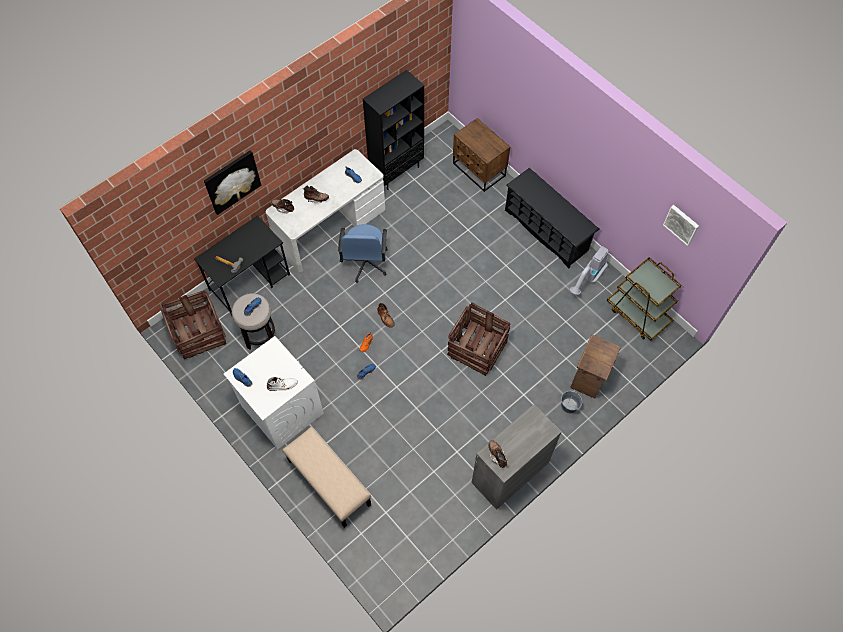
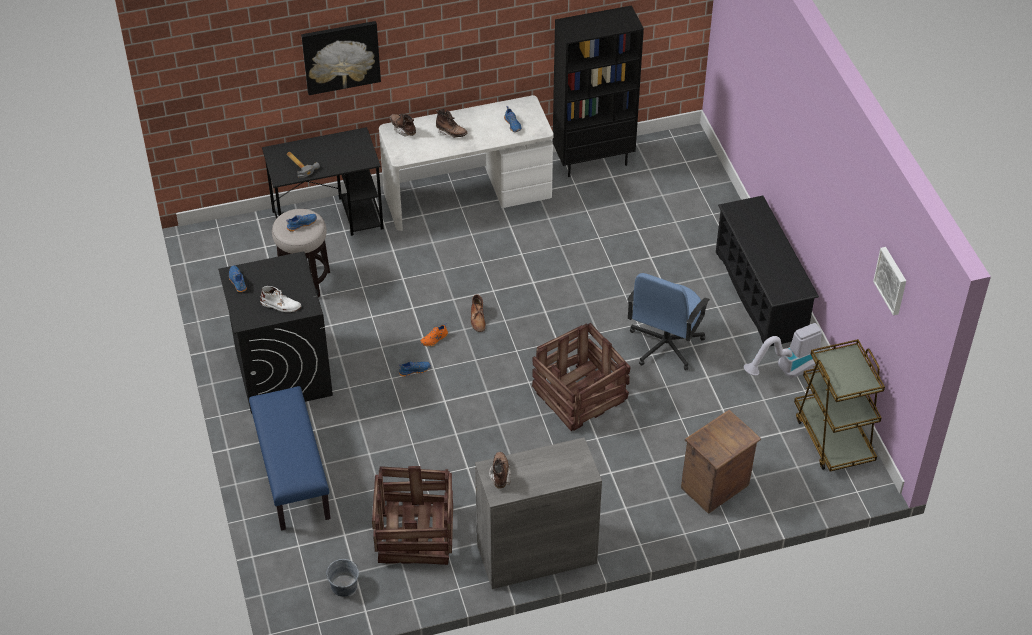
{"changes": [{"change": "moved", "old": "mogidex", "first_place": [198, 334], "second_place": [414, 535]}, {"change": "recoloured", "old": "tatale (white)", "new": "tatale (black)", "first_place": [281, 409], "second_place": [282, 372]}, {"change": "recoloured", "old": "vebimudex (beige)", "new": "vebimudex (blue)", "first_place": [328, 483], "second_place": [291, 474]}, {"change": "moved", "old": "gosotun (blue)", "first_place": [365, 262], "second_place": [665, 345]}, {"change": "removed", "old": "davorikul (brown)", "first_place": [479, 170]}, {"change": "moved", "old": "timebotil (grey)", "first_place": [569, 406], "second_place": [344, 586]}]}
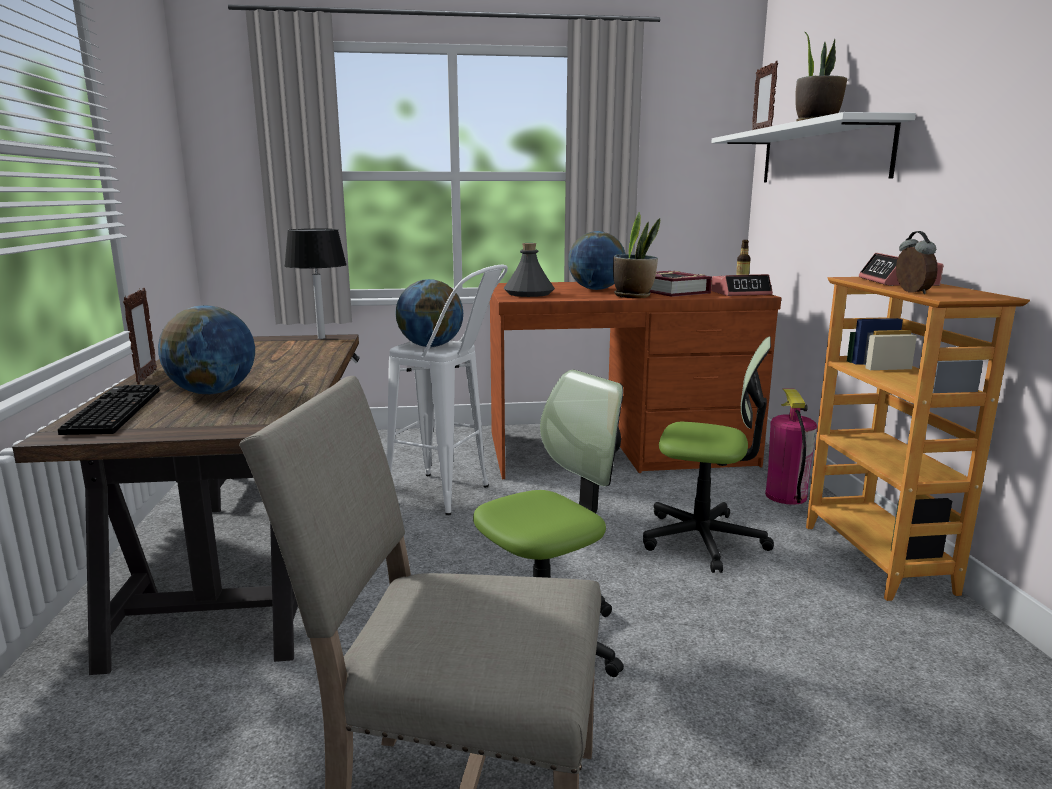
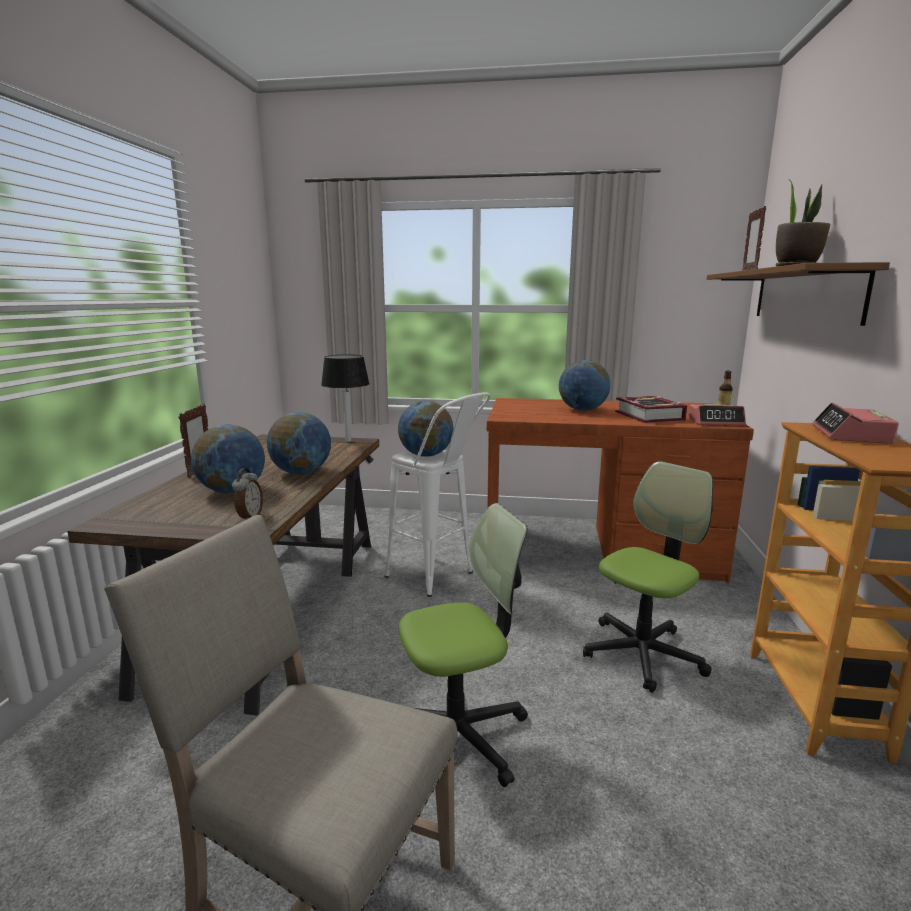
{"changes": [{"change": "removed", "old": "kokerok", "first_place": [112, 411]}, {"change": "removed", "old": "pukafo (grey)", "first_place": [529, 294]}, {"change": "removed", "old": "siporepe", "first_place": [633, 296]}, {"change": "turned", "old": "gosotun", "first_place": [703, 539], "second_place": [642, 653], "degrees": -75}, {"change": "recoloured", "old": "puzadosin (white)", "new": "puzadosin (brown)", "first_place": [821, 154], "second_place": [805, 295]}, {"change": "removed", "old": "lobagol", "first_place": [785, 496]}, {"change": "moved", "old": "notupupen", "first_place": [911, 292], "second_place": [249, 517]}, {"change": "added", "new": "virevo", "second_place": [301, 472]}]}
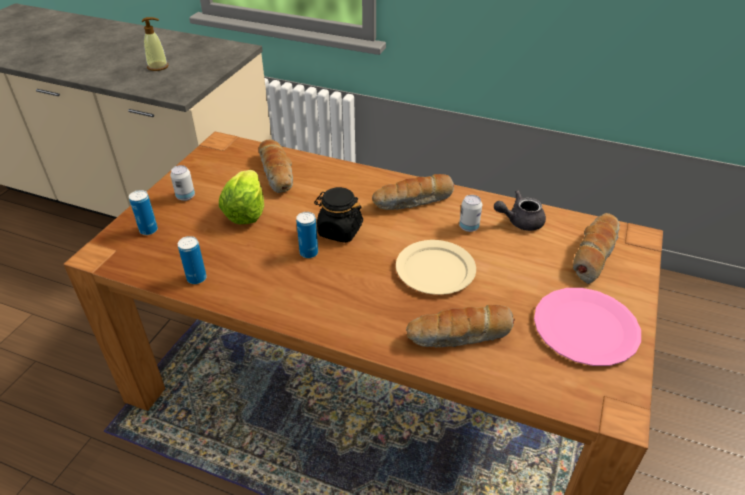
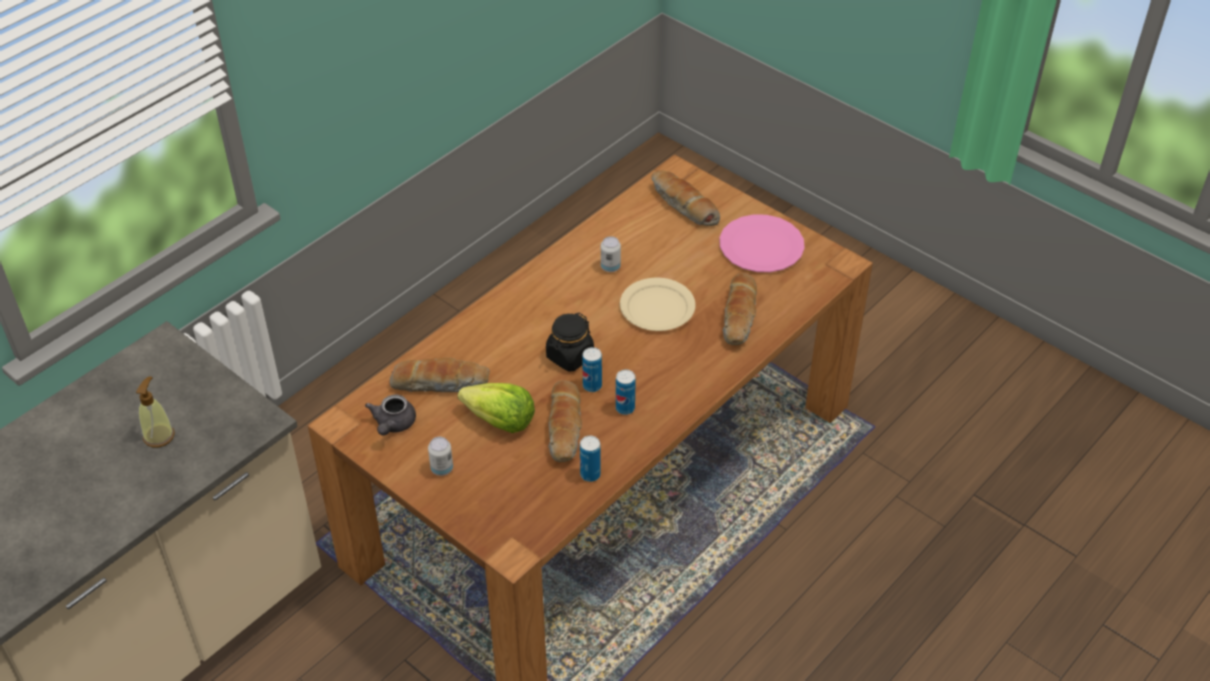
{"changes": [{"change": "moved", "old": "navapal", "first_place": [148, 230], "second_place": [625, 408]}, {"change": "moved", "old": "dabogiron", "first_place": [414, 201], "second_place": [565, 429]}, {"change": "moved", "old": "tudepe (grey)", "first_place": [519, 221], "second_place": [393, 425]}]}
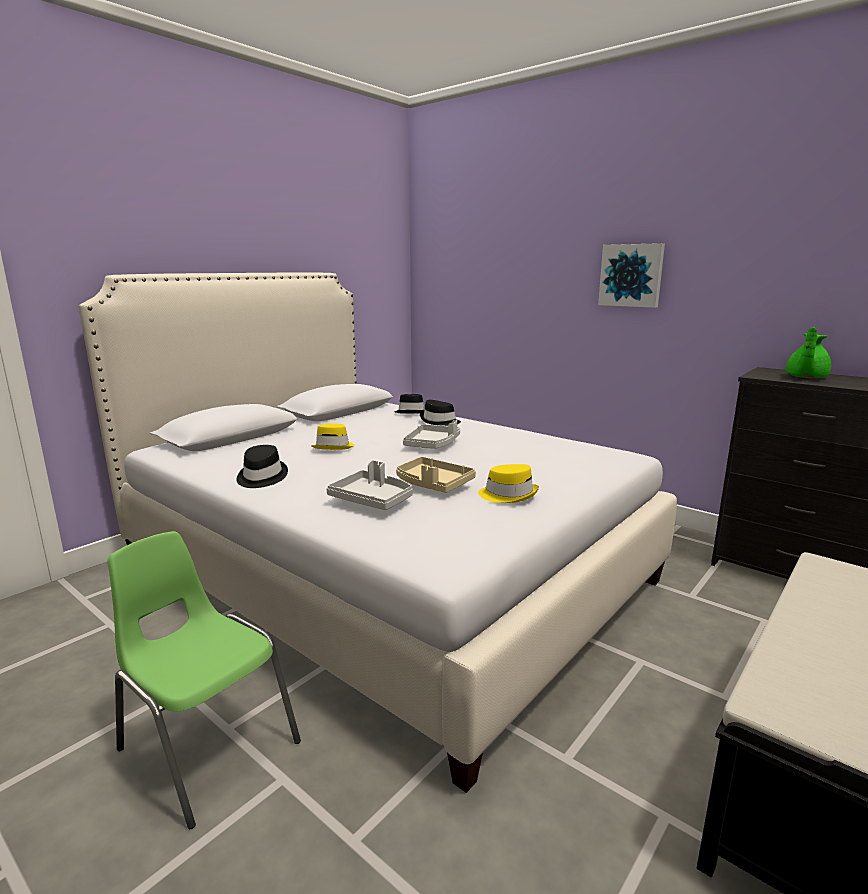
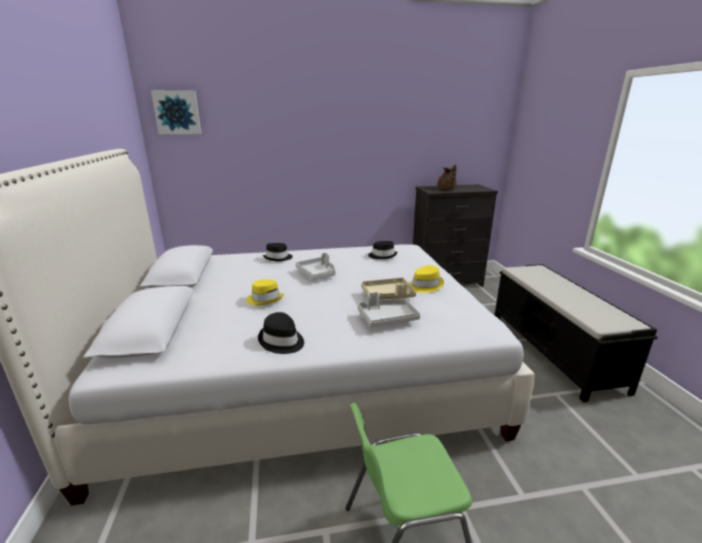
{"changes": [{"change": "moved", "old": "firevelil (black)", "first_place": [411, 412], "second_place": [382, 256]}, {"change": "moved", "old": "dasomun", "first_place": [631, 275], "second_place": [177, 112]}, {"change": "recoloured", "old": "tudepe (green)", "new": "tudepe (brown)", "first_place": [805, 377], "second_place": [446, 189]}]}
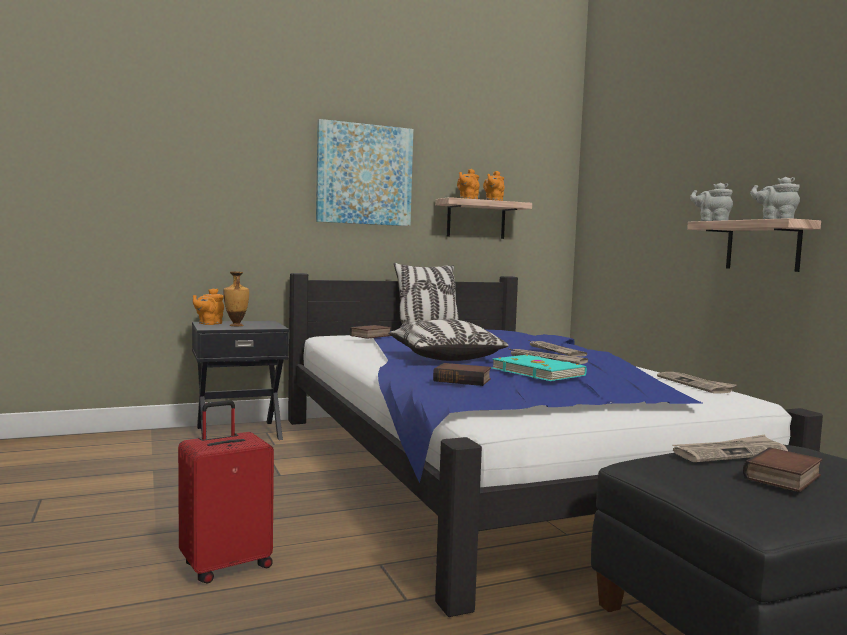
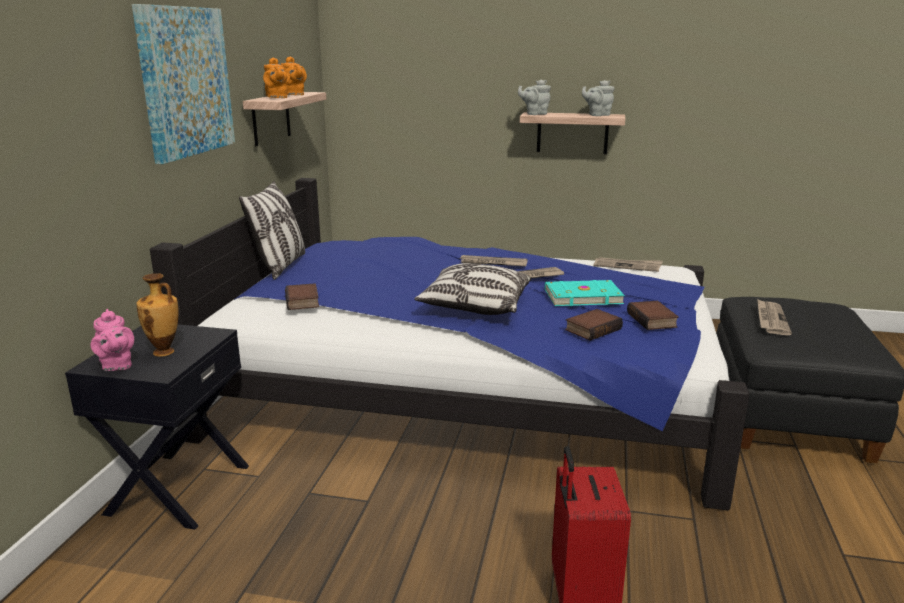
{"changes": [{"change": "recoloured", "old": "tudepe (orange)", "new": "tudepe (pink)", "first_place": [209, 324], "second_place": [116, 365]}, {"change": "moved", "old": "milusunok", "first_place": [784, 478], "second_place": [653, 320]}]}
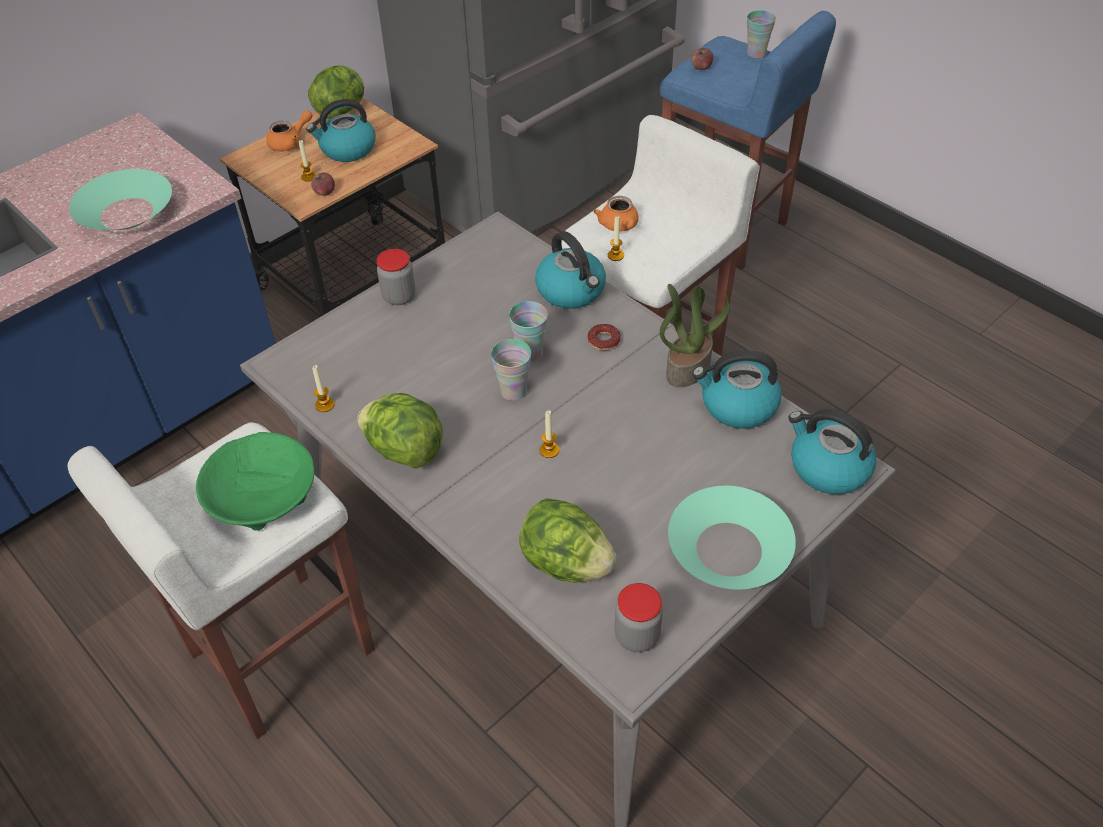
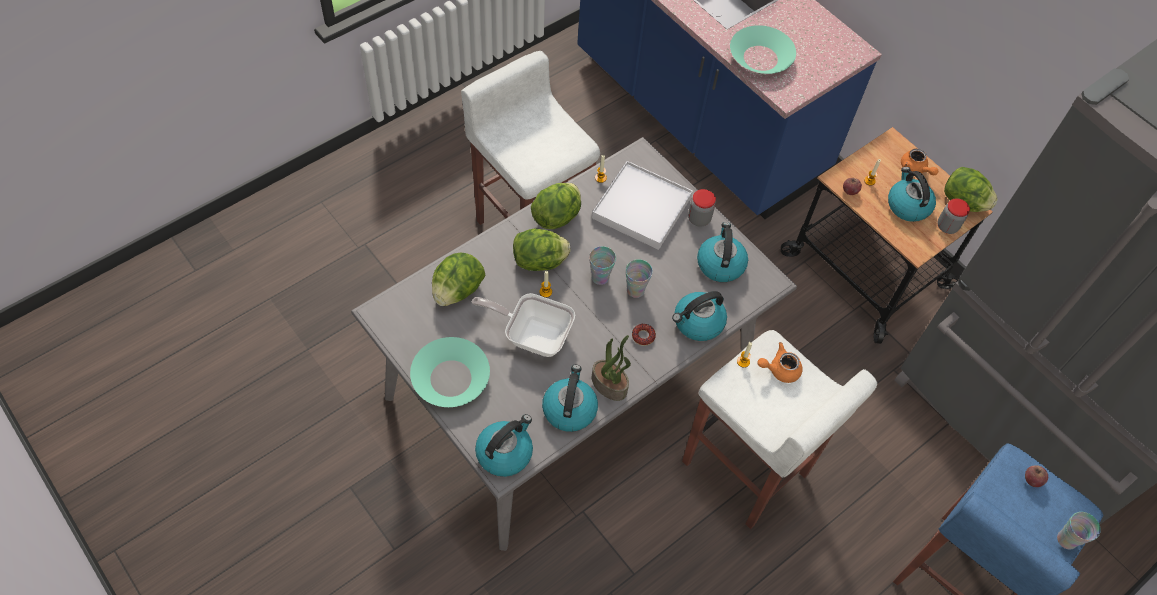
{"changes": [{"change": "removed", "old": "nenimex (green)", "first_place": [261, 496]}, {"change": "moved", "old": "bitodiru", "first_place": [636, 636], "second_place": [947, 226]}, {"change": "added", "new": "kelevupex", "second_place": [532, 335]}, {"change": "added", "new": "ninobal", "second_place": [540, 261]}, {"change": "added", "new": "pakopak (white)", "second_place": [641, 208]}, {"change": "added", "new": "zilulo", "second_place": [720, 264]}]}
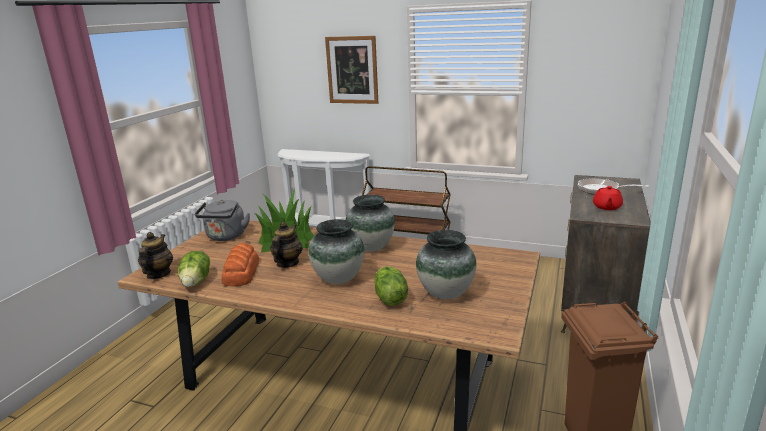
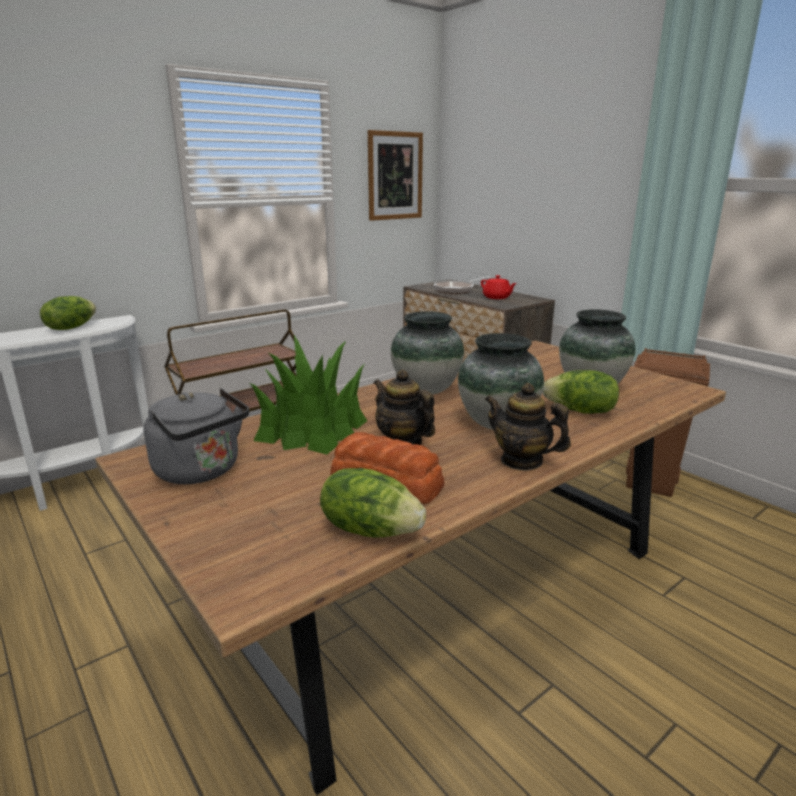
{"changes": [{"change": "moved", "old": "tudepe", "first_place": [158, 274], "second_place": [522, 461]}, {"change": "moved", "old": "dasomun", "first_place": [352, 70], "second_place": [395, 176]}, {"change": "added", "new": "ninobal", "second_place": [71, 328]}]}
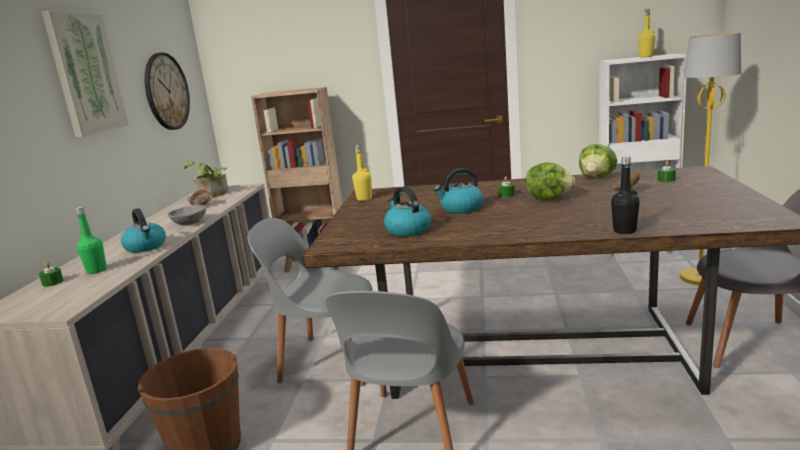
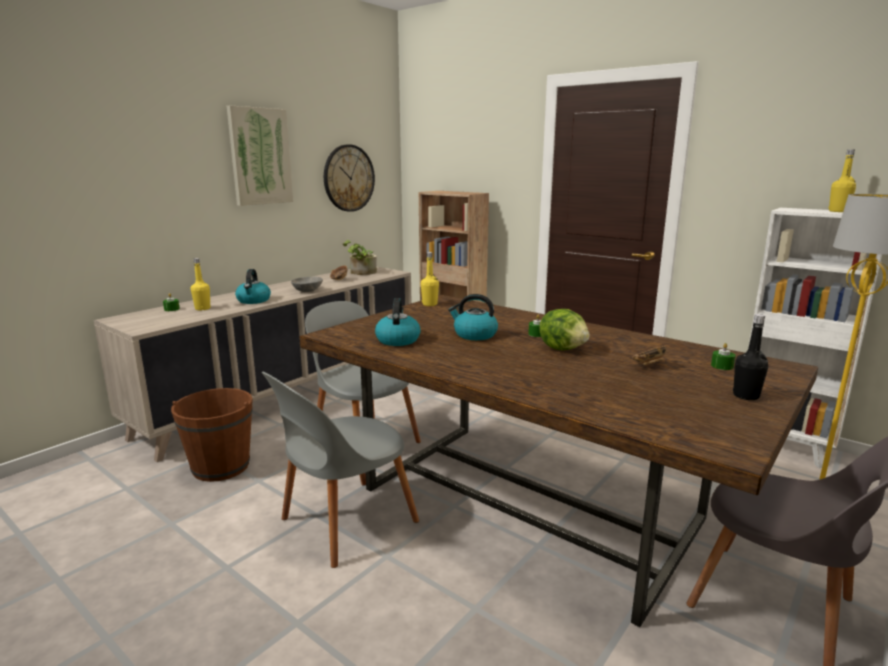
{"changes": [{"change": "recoloured", "old": "pukafo (green)", "new": "pukafo (yellow)", "first_place": [96, 270], "second_place": [202, 308]}, {"change": "removed", "old": "ninobal", "first_place": [597, 177]}, {"change": "moved", "old": "pukafo (black)", "first_place": [624, 231], "second_place": [746, 396]}]}
